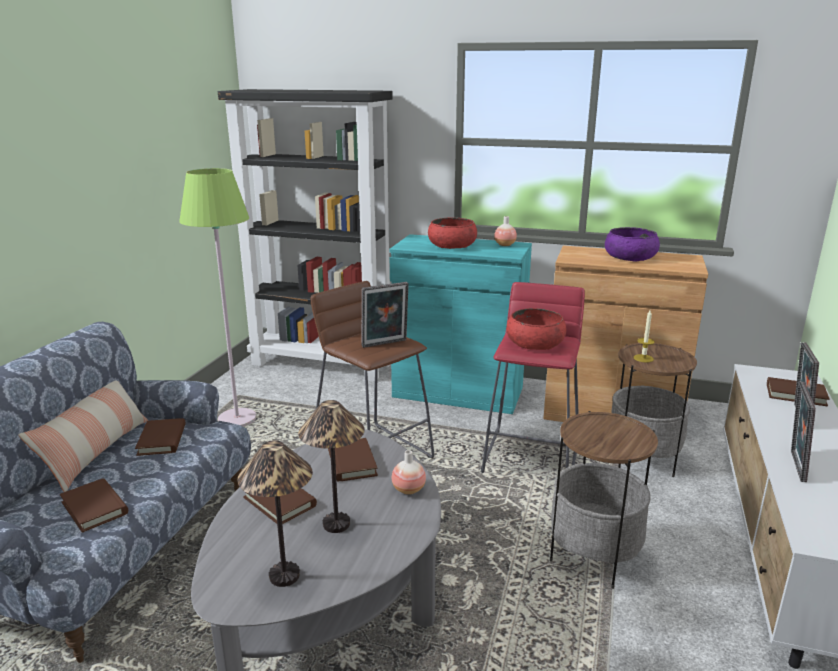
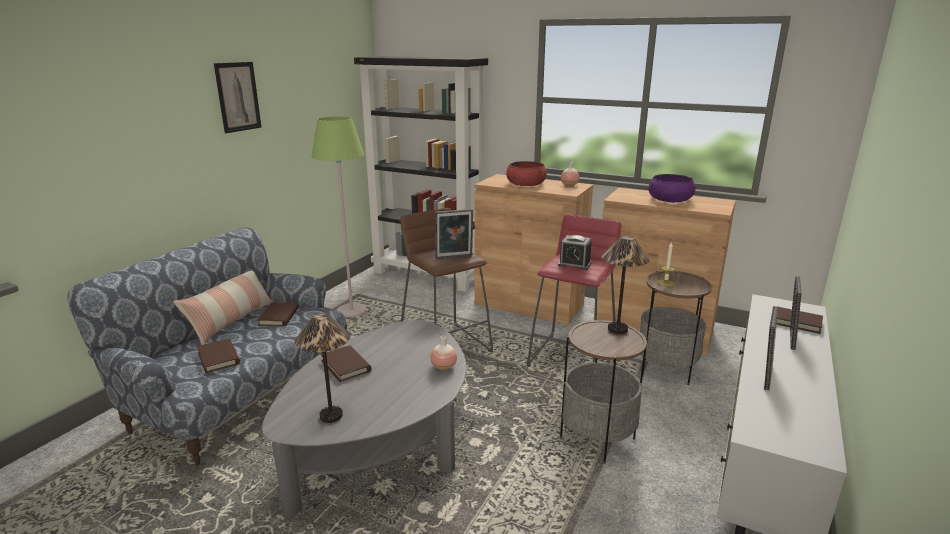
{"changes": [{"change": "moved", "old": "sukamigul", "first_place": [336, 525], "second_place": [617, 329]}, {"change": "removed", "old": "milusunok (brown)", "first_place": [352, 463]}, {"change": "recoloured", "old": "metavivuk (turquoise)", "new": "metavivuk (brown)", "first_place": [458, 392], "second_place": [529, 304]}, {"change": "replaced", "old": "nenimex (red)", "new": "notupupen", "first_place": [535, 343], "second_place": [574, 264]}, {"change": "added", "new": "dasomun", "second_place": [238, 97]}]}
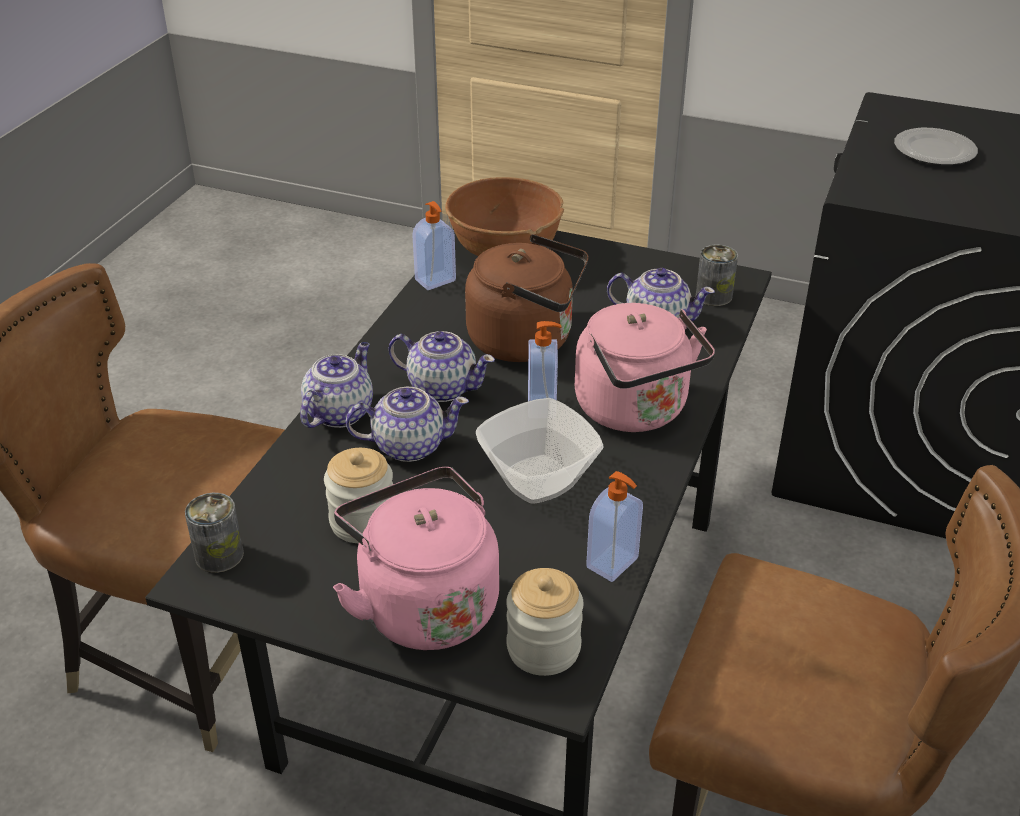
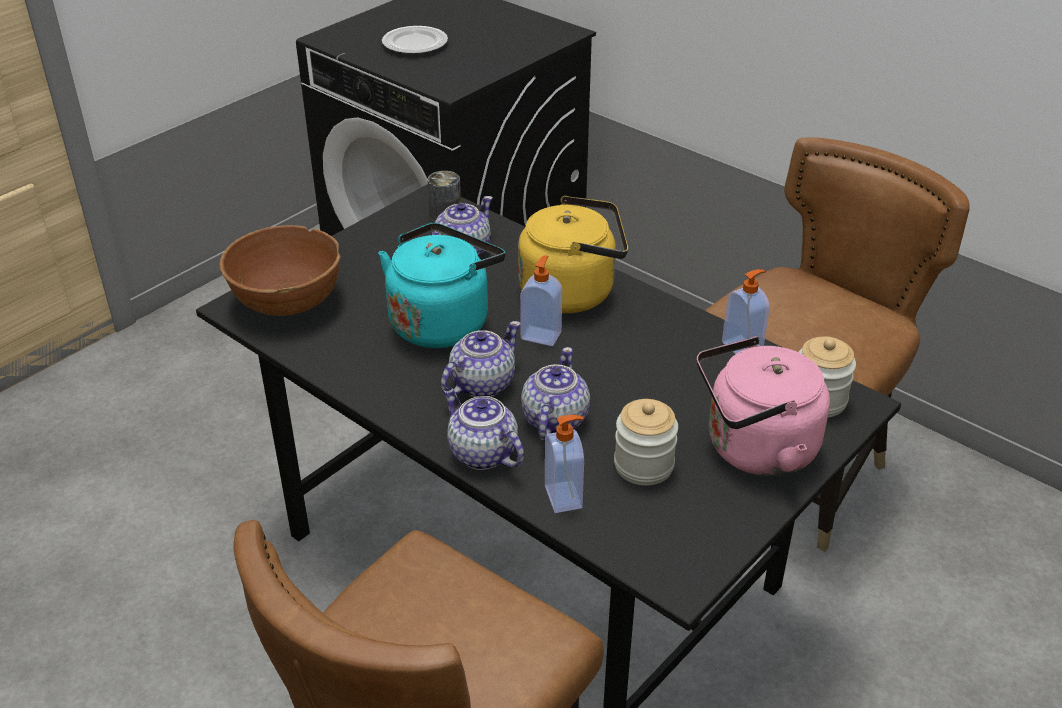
{"changes": [{"change": "removed", "old": "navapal", "first_place": [219, 555]}, {"change": "moved", "old": "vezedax", "first_place": [436, 281], "second_place": [564, 497]}, {"change": "recoloured", "old": "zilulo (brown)", "new": "zilulo (turquoise)", "first_place": [527, 340], "second_place": [442, 322]}, {"change": "removed", "old": "nenimex", "first_place": [538, 478]}, {"change": "recoloured", "old": "zilulo (pink)", "new": "zilulo (yellow)", "first_place": [636, 411], "second_place": [573, 292]}]}
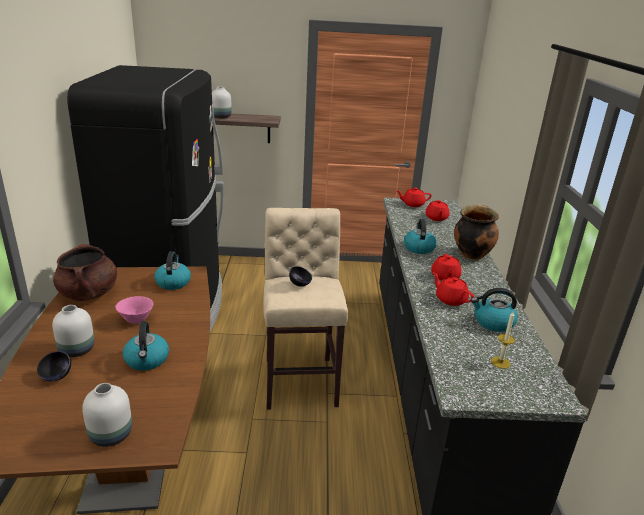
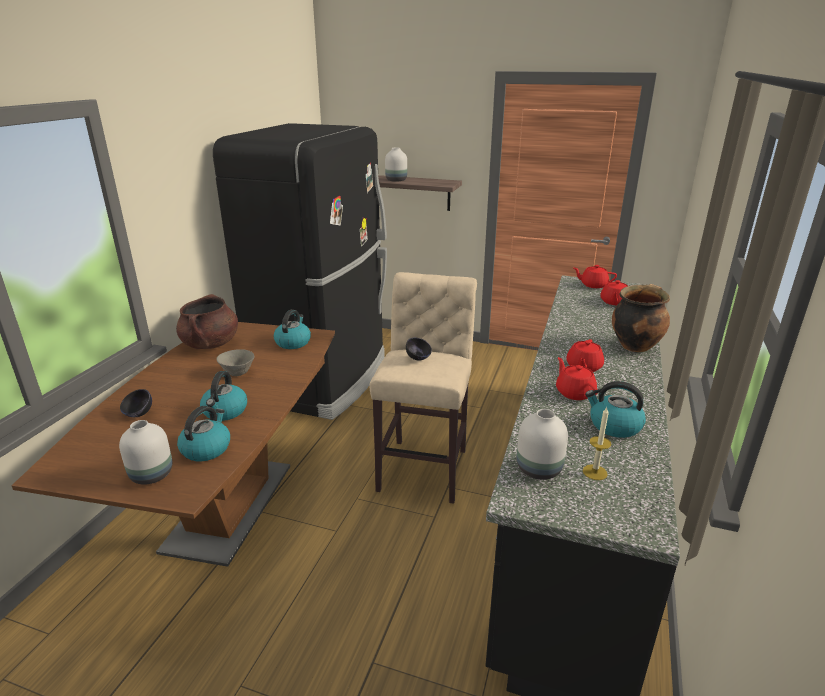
{"changes": [{"change": "moved", "old": "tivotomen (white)", "first_place": [76, 349], "second_place": [537, 468]}, {"change": "recoloured", "old": "nenimex (pink)", "new": "nenimex (grey)", "first_place": [136, 320], "second_place": [238, 373]}, {"change": "moved", "old": "zilulo", "first_place": [418, 248], "second_place": [206, 448]}]}
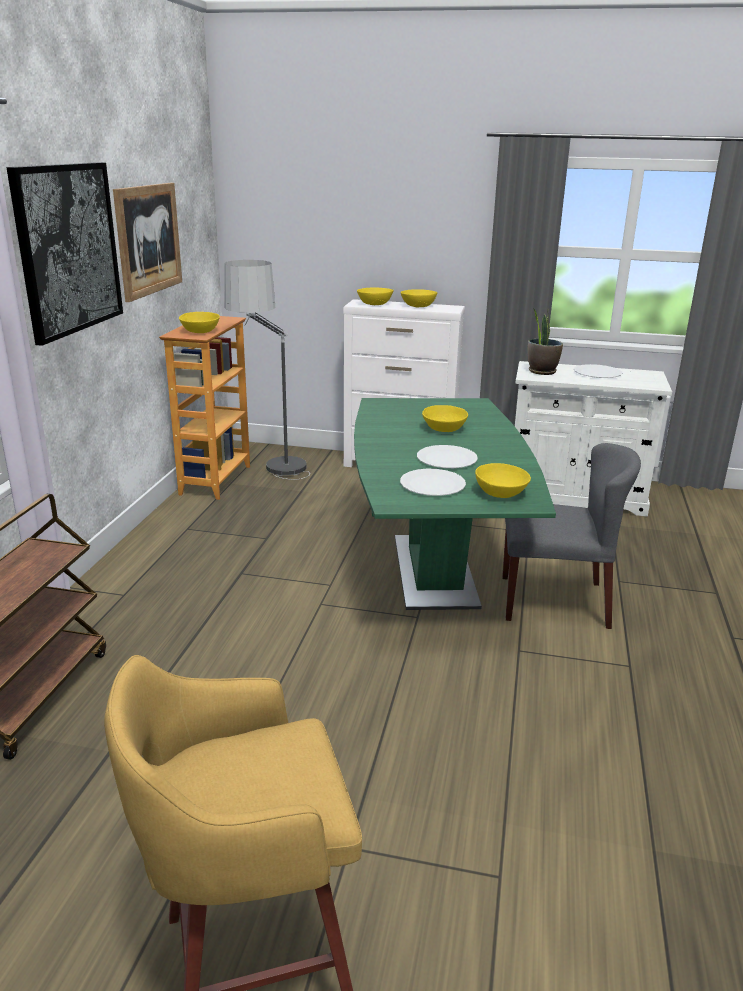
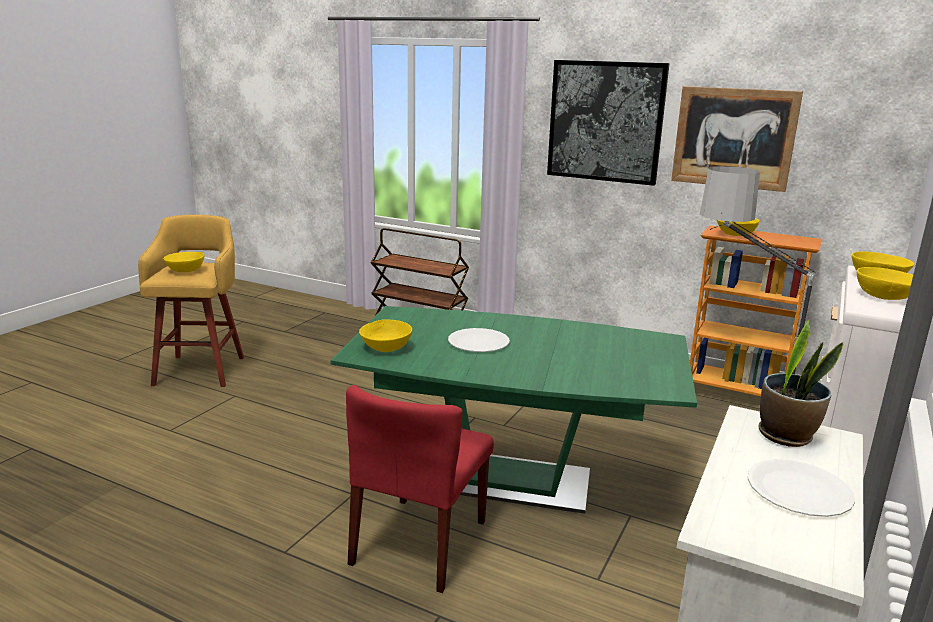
{"changes": [{"change": "removed", "old": "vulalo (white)", "first_place": [432, 484]}, {"change": "moved", "old": "nenimex (yellow)", "first_place": [444, 429], "second_place": [185, 270]}, {"change": "recoloured", "old": "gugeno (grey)", "new": "gugeno (red)", "first_place": [555, 601], "second_place": [419, 543]}]}
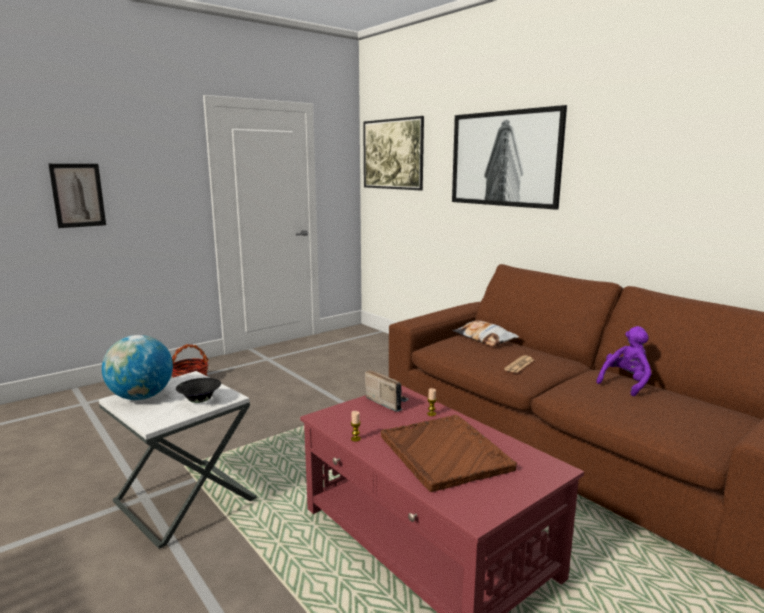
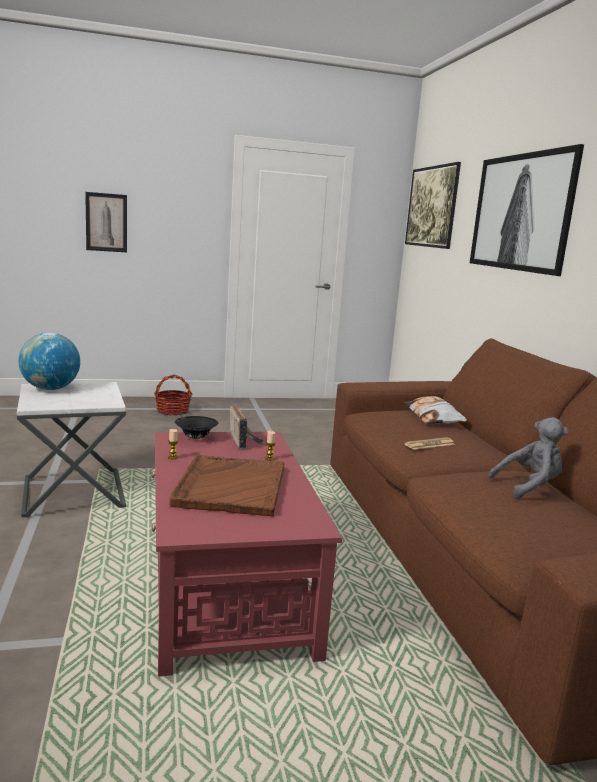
{"changes": [{"change": "moved", "old": "nenimex (black)", "first_place": [200, 401], "second_place": [196, 438]}, {"change": "recoloured", "old": "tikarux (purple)", "new": "tikarux (grey)", "first_place": [625, 383], "second_place": [529, 487]}]}
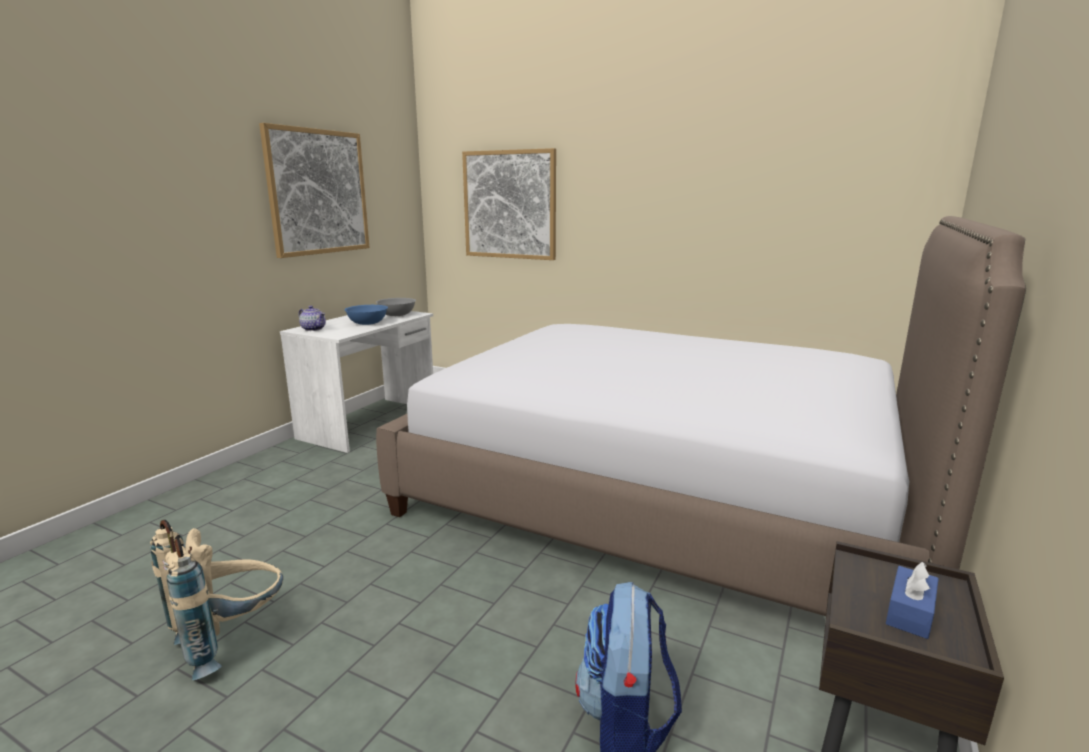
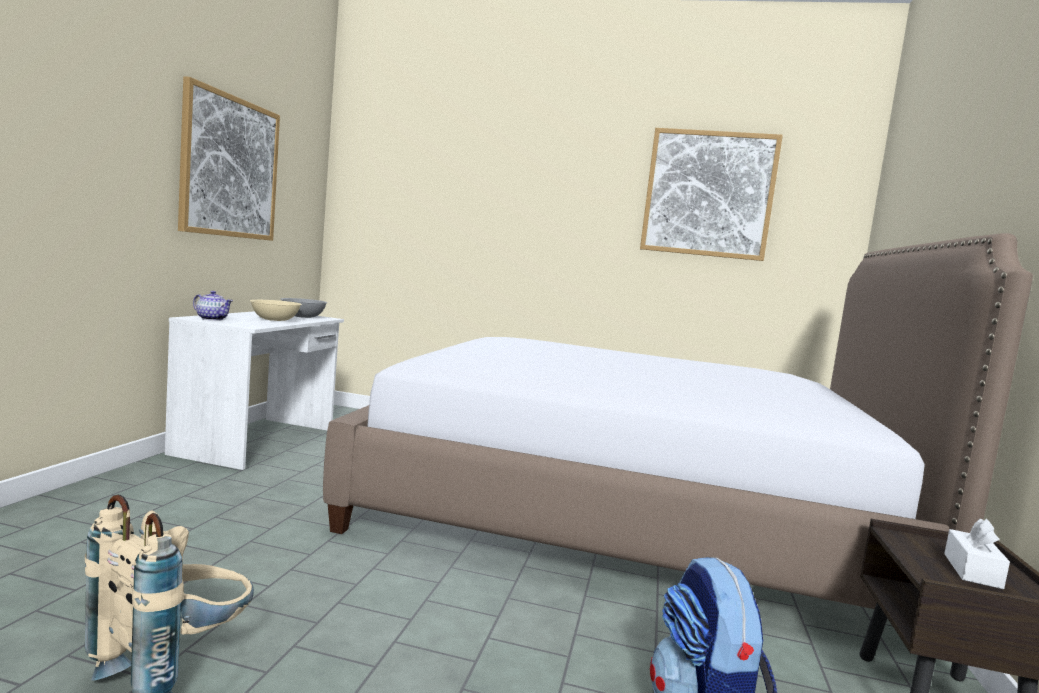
{"changes": [{"change": "recoloured", "old": "nenimex (blue)", "new": "nenimex (beige)", "first_place": [368, 323], "second_place": [275, 320]}, {"change": "moved", "old": "dasomun", "first_place": [509, 205], "second_place": [708, 194]}, {"change": "recoloured", "old": "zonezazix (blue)", "new": "zonezazix (white)", "first_place": [909, 612], "second_place": [972, 571]}]}
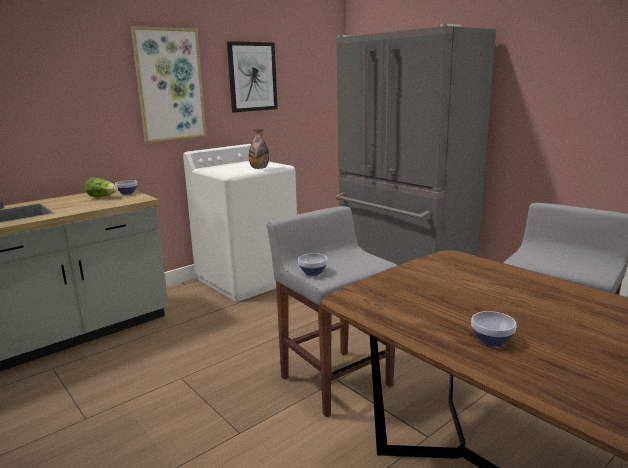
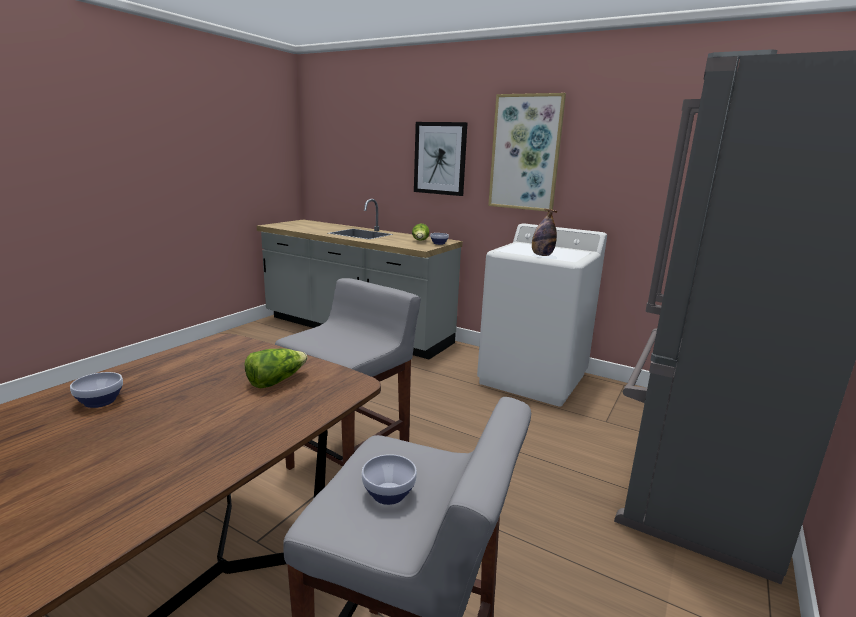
{"changes": [{"change": "moved", "old": "dasomun", "first_place": [252, 77], "second_place": [440, 158]}, {"change": "moved", "old": "nenimex", "first_place": [313, 272], "second_place": [388, 495]}, {"change": "added", "new": "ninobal", "second_place": [276, 381]}]}
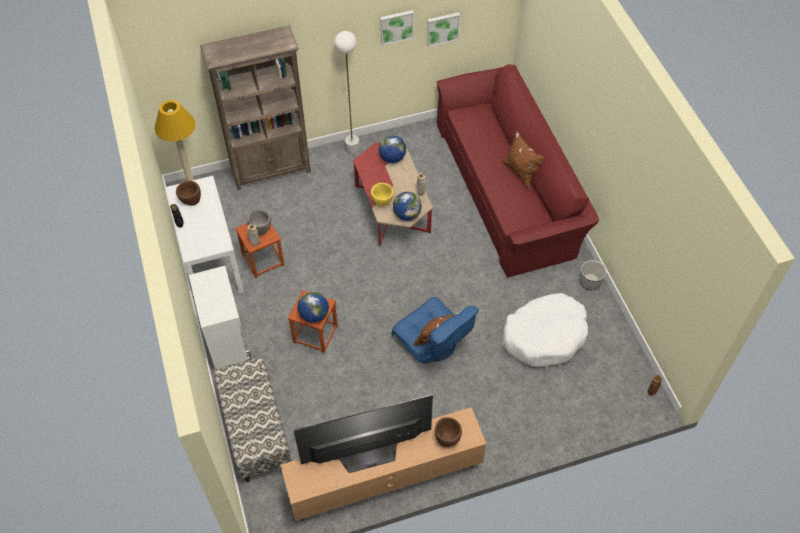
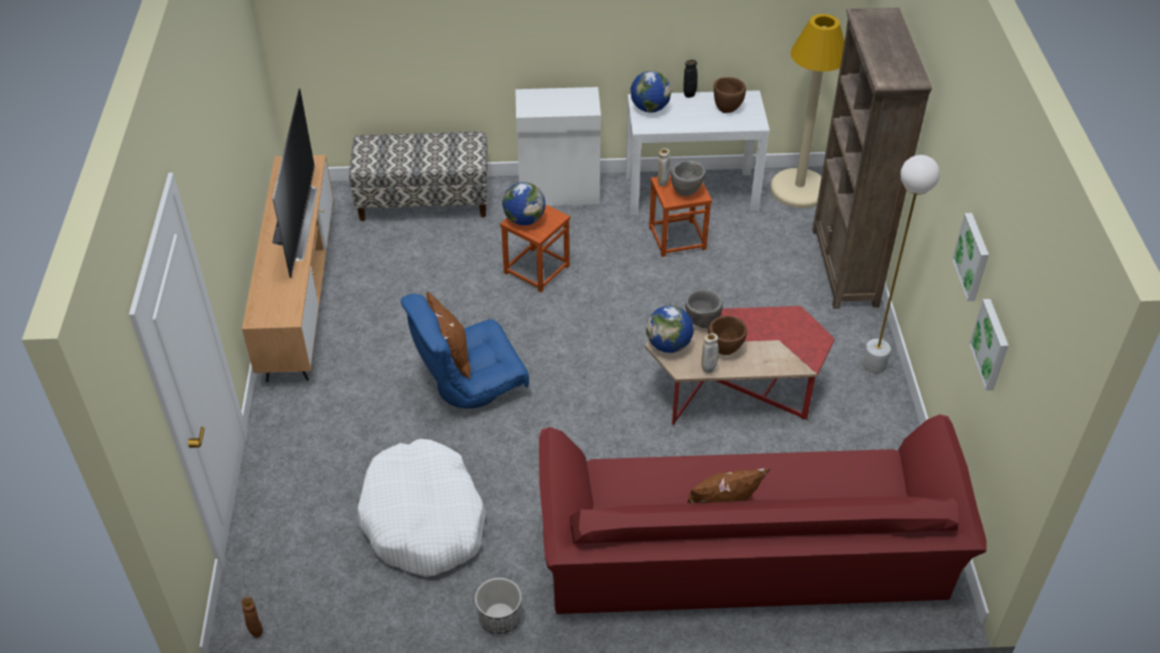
{"changes": [{"change": "recoloured", "old": "nenimex (yellow)", "new": "nenimex (grey)", "first_place": [382, 202], "second_place": [702, 322]}, {"change": "moved", "old": "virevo", "first_place": [392, 158], "second_place": [649, 108]}, {"change": "moved", "old": "nenimex (brown)", "first_place": [447, 438], "second_place": [725, 349]}]}
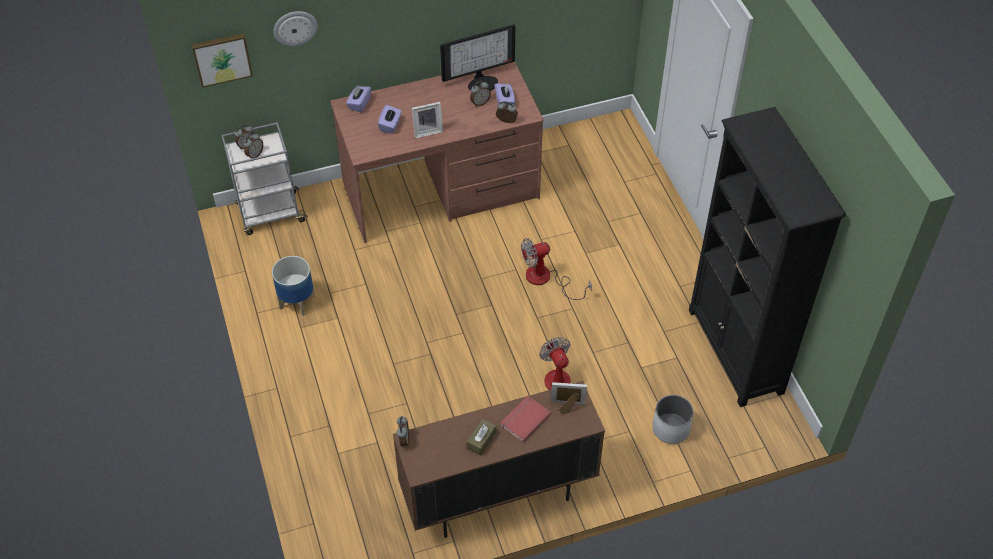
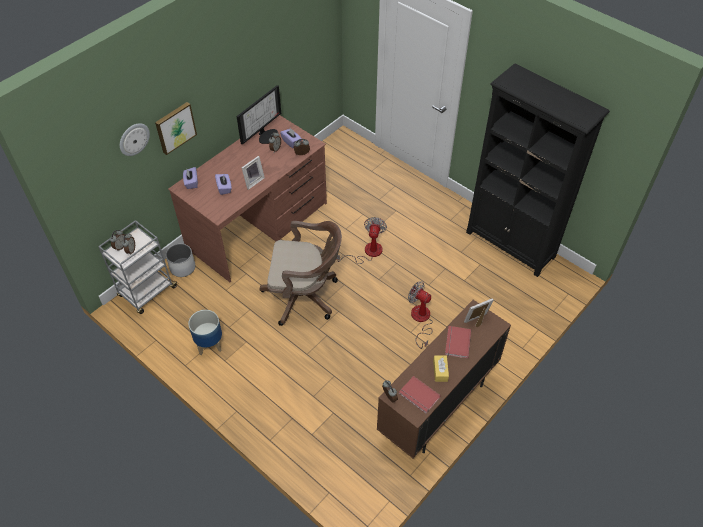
{"changes": [{"change": "moved", "old": "dasomun", "first_place": [222, 58], "second_place": [175, 127]}, {"change": "recoloured", "old": "zonezazix (brown)", "new": "zonezazix (yellow)", "first_place": [481, 440], "second_place": [440, 371]}, {"change": "turned", "old": "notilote", "first_place": [546, 279], "second_place": [367, 252], "degrees": 150}, {"change": "moved", "old": "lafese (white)", "first_place": [670, 428], "second_place": [182, 267]}, {"change": "added", "new": "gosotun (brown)", "second_place": [305, 296]}, {"change": "added", "new": "milusunok (red)", "second_place": [418, 396]}]}
